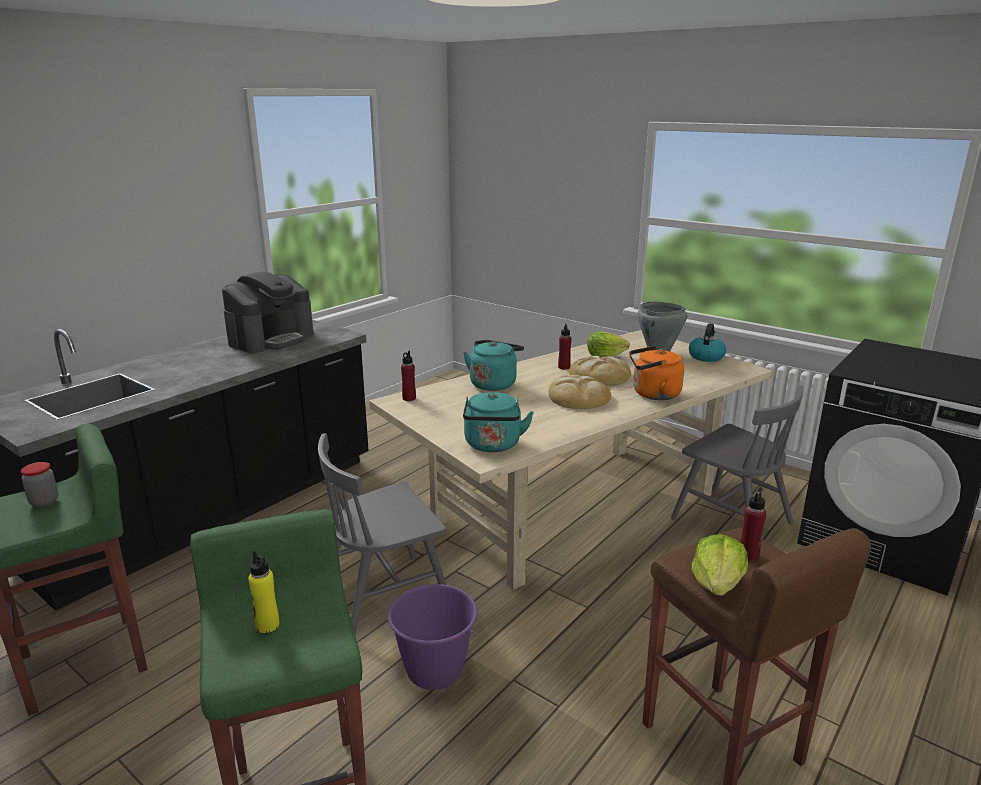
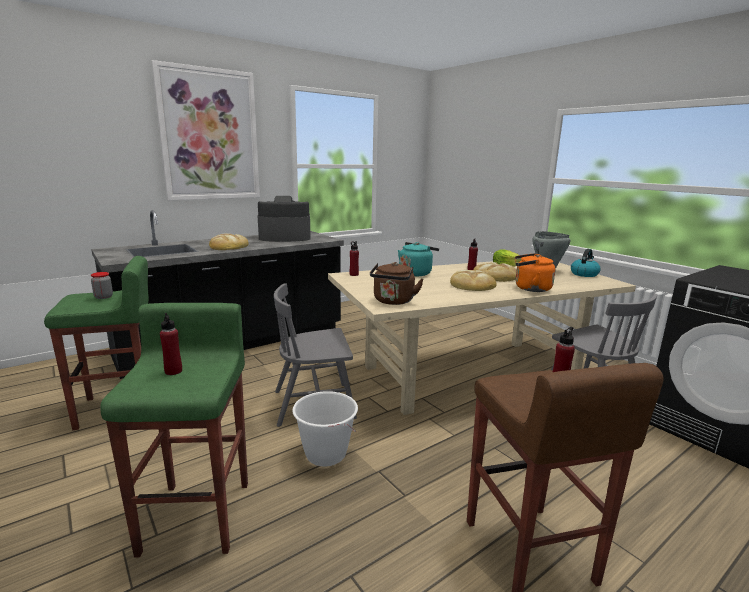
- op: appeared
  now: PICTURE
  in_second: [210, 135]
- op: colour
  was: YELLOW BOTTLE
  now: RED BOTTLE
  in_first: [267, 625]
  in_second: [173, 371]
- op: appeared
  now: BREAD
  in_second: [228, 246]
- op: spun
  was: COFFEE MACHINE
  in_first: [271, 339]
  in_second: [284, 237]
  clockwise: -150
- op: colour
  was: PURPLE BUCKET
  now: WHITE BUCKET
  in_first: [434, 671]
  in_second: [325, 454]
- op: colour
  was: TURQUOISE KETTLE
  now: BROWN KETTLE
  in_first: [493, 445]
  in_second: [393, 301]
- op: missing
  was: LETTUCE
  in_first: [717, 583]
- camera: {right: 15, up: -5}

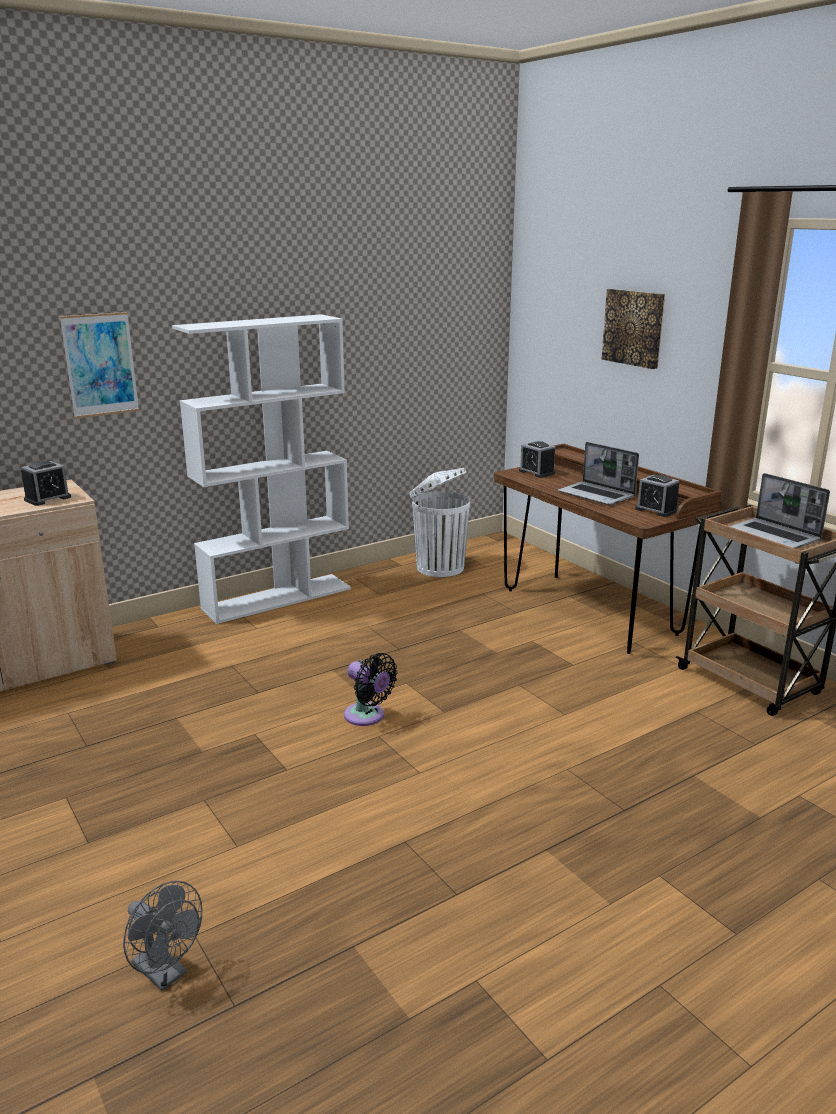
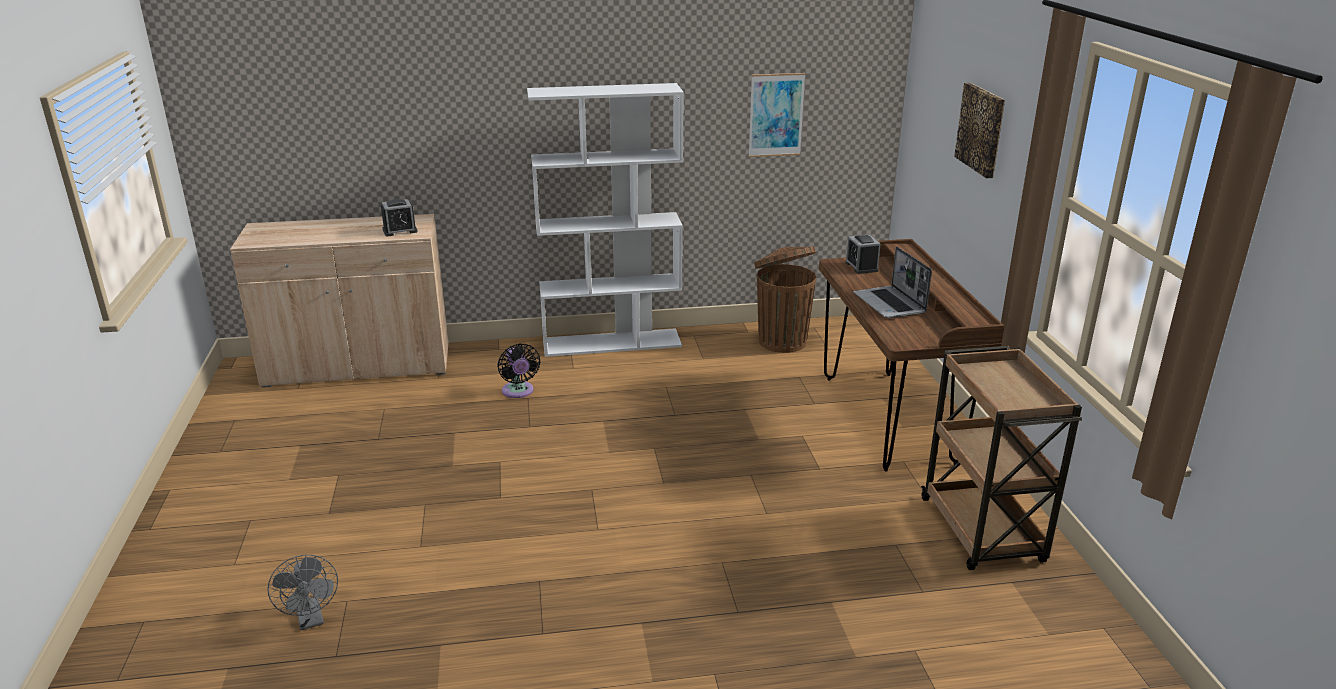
- op: relocated
  was: BLACK FAN
  in_first: [367, 717]
  in_second: [518, 392]
- op: relocated
  was: PICTURE
  in_first: [100, 365]
  in_second: [776, 115]
- op: colour
  was: WHITE TRASH CAN
  now: BROWN TRASH CAN
  in_first: [438, 567]
  in_second: [781, 341]
- op: missing
  was: ALARM CLOCK
  in_first: [656, 510]
- op: missing
  was: LAPTOP
  in_first: [774, 536]
- camera: {right: 25, up: 5}

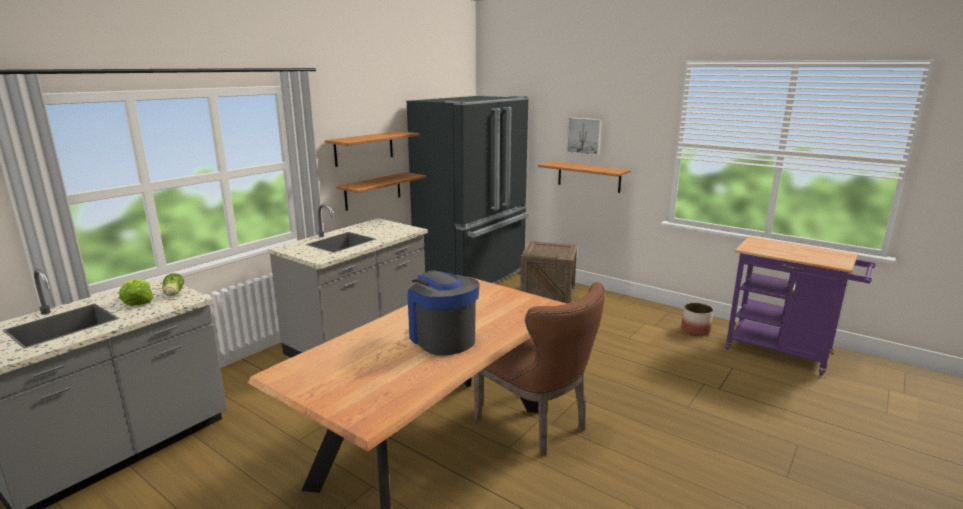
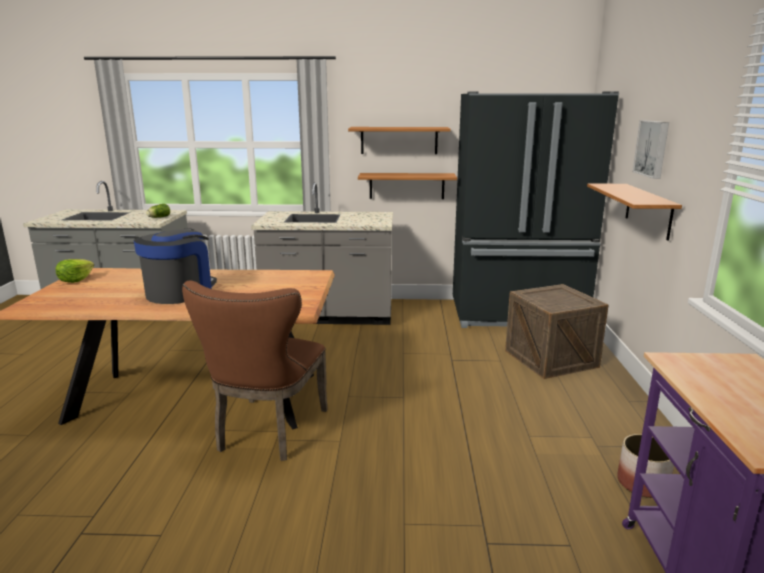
- op: relocated
  was: LETTUCE
  in_first: [138, 302]
  in_second: [75, 280]
- camera: {right: 55, up: 0}

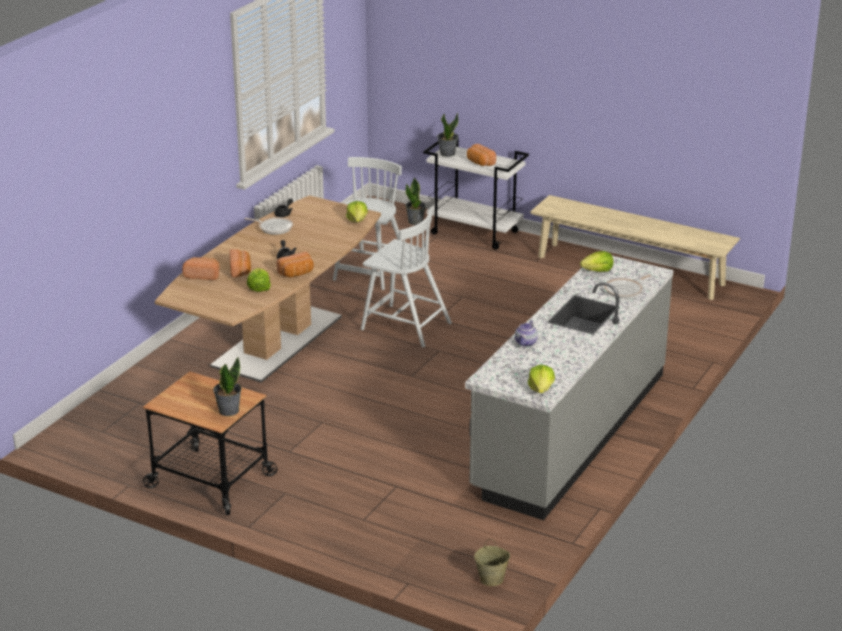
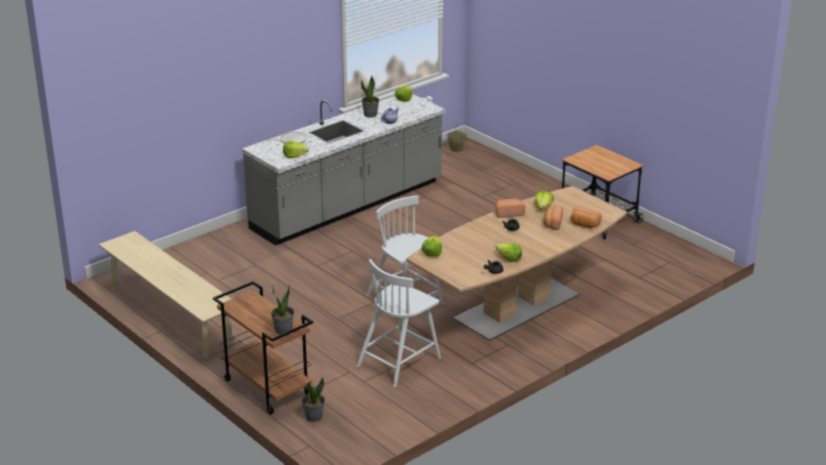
- op: colour
  was: WHITE CART
  now: BROWN CART
  in_first: [475, 233]
  in_second: [266, 388]
- op: relocated
  was: POTTED PLANT
  in_first: [228, 410]
  in_second: [370, 114]
- op: exchanged
  was: FRYING PAN
  now: LETTUCE
  in_first: [274, 228]
  in_second: [509, 258]
- op: missing
  was: BREAD
  in_first: [479, 163]
- camera: {right: -160, up: 0}

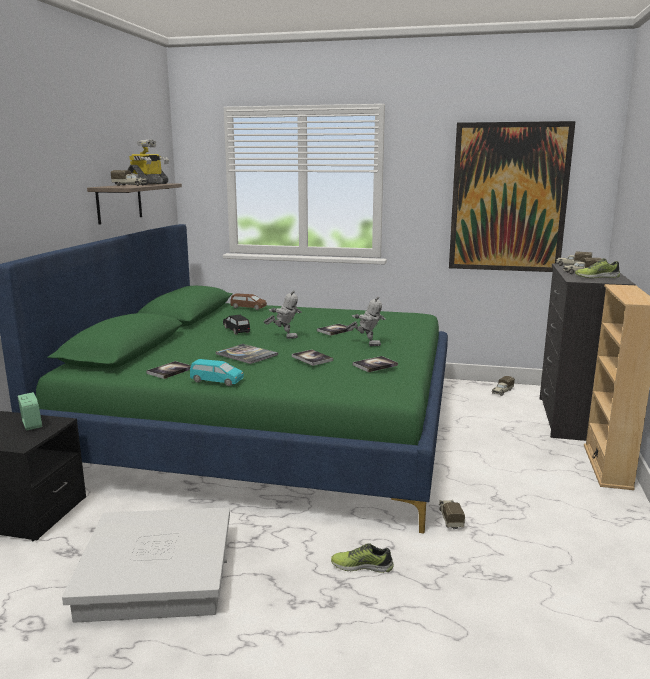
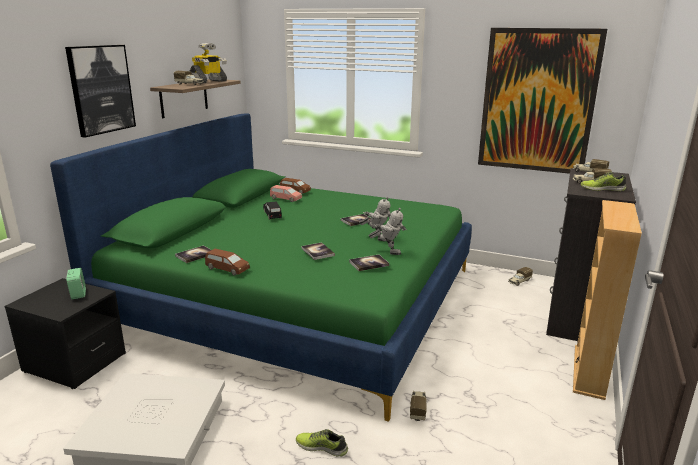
- op: appeared
  now: PICTURE
  in_second: [101, 89]
- op: colour
  was: TURQUOISE TOY CAR
  now: BROWN TOY CAR
  in_first: [216, 381]
  in_second: [227, 269]
- op: appeared
  now: PINK TOY CAR
  in_second: [285, 199]
- op: relocated
  was: TOY ROBOT
  in_first: [284, 337]
  in_second: [388, 251]
- op: missing
  was: BOOK
  in_first: [246, 355]
- camera: {right: 10, up: 5}

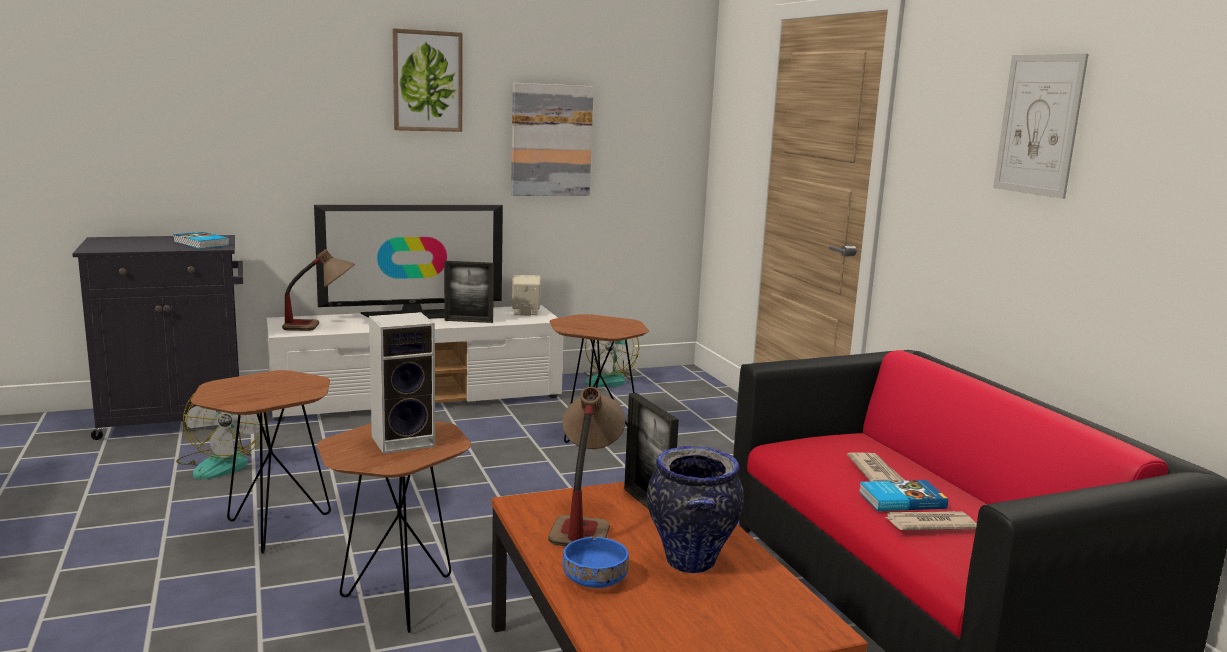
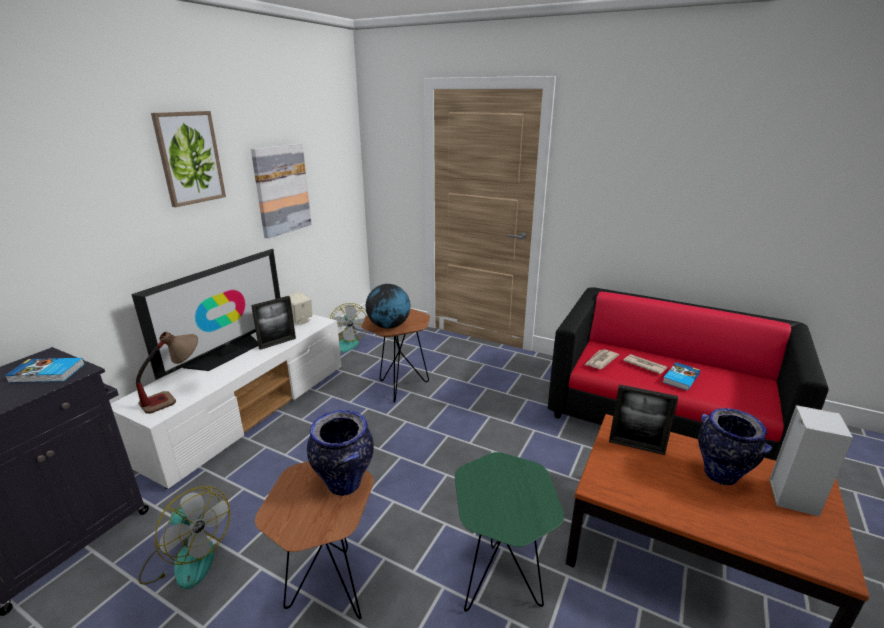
- op: appeared
  now: VASE
  in_second: [345, 485]
- op: appeared
  now: GLOBE
  in_second: [389, 326]
- op: colour
  was: BROWN SIDE TABLE
  now: GREEN SIDE TABLE
  in_first: [397, 602]
  in_second: [499, 589]
- op: relocated
  was: NEWSPAPER
  in_first: [928, 524]
  in_second: [600, 361]
- op: relocated
  was: SPEAKER
  in_first: [405, 440]
  in_second: [791, 495]
- op: missing
  was: TABLE LAMP
  in_first: [584, 520]
- op: missing
  was: BLUE BOWL
  in_first: [594, 580]
- op: missing
  was: PICTURE
  in_first: [1039, 125]
- camera: {right: -40, up: 10}

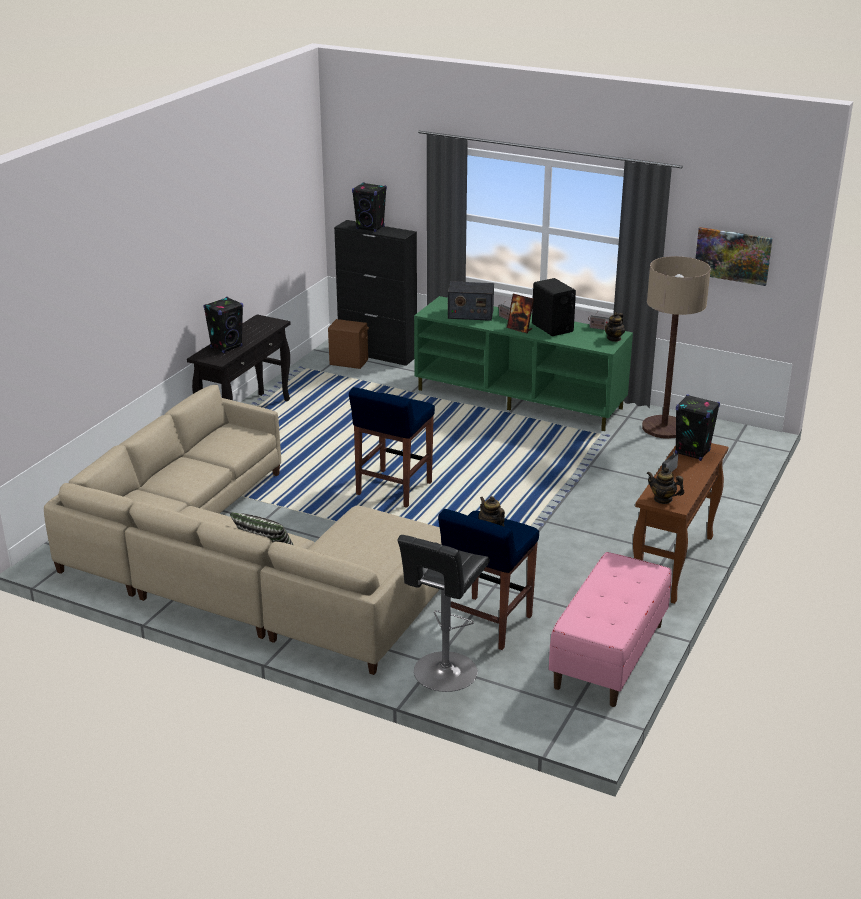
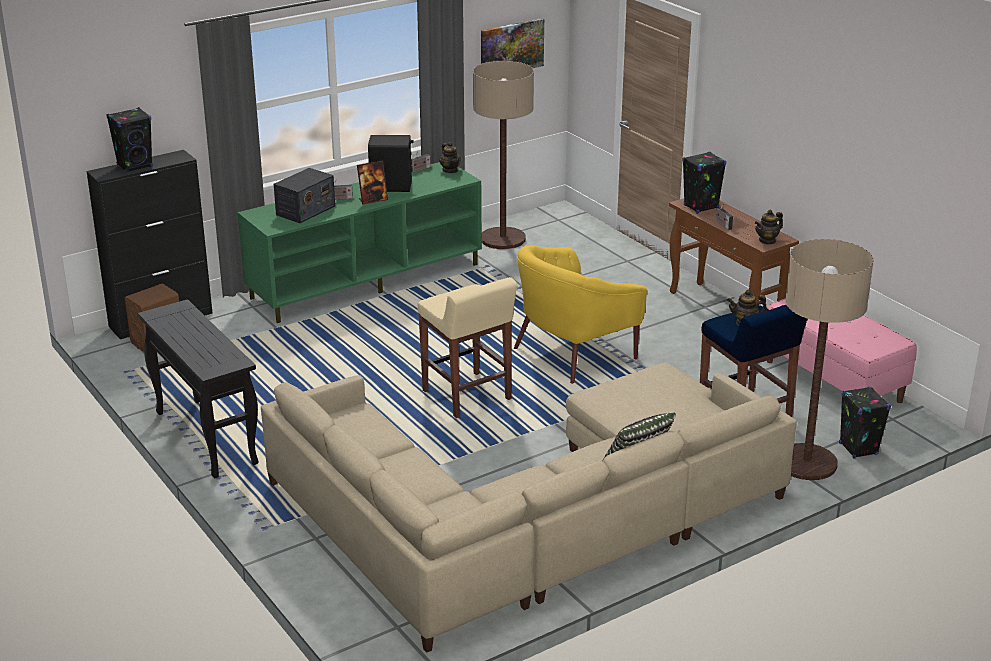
- op: colour
  was: BLUE STOOL
  now: BEIGE STOOL
  in_first: [393, 489]
  in_second: [467, 396]
- op: appeared
  now: YELLOW ARMCHAIR
  in_second: [573, 353]
- op: exchanged
  was: BLACK STOOL
  now: FLOOR LAMP
  in_first: [443, 674]
  in_second: [806, 463]
- op: relocated
  was: BLACK SPEAKER
  in_first: [226, 347]
  in_second: [858, 448]
- camera: {right: -60, up: 0}

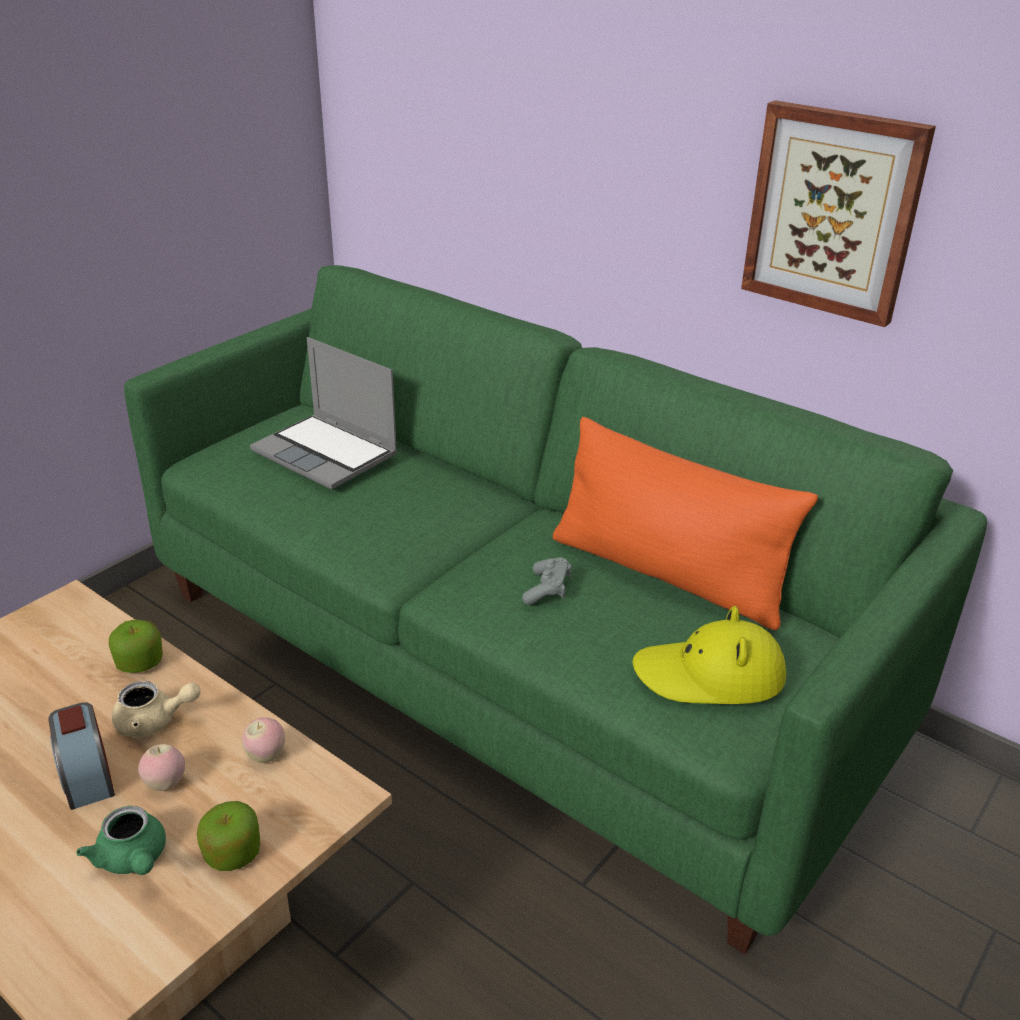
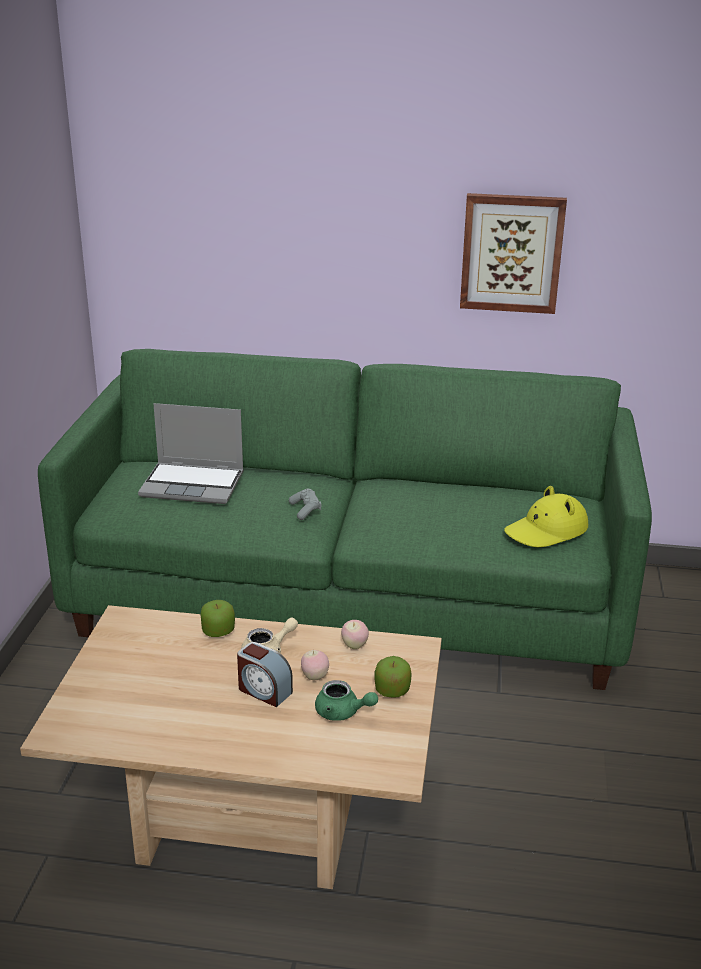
- op: relocated
  was: GREY GAME CONTROLLER
  in_first: [547, 590]
  in_second: [305, 510]
- op: missing
  was: ORANGE PILLOW
  in_first: [667, 574]
- camera: {right: -30, up: -5}

